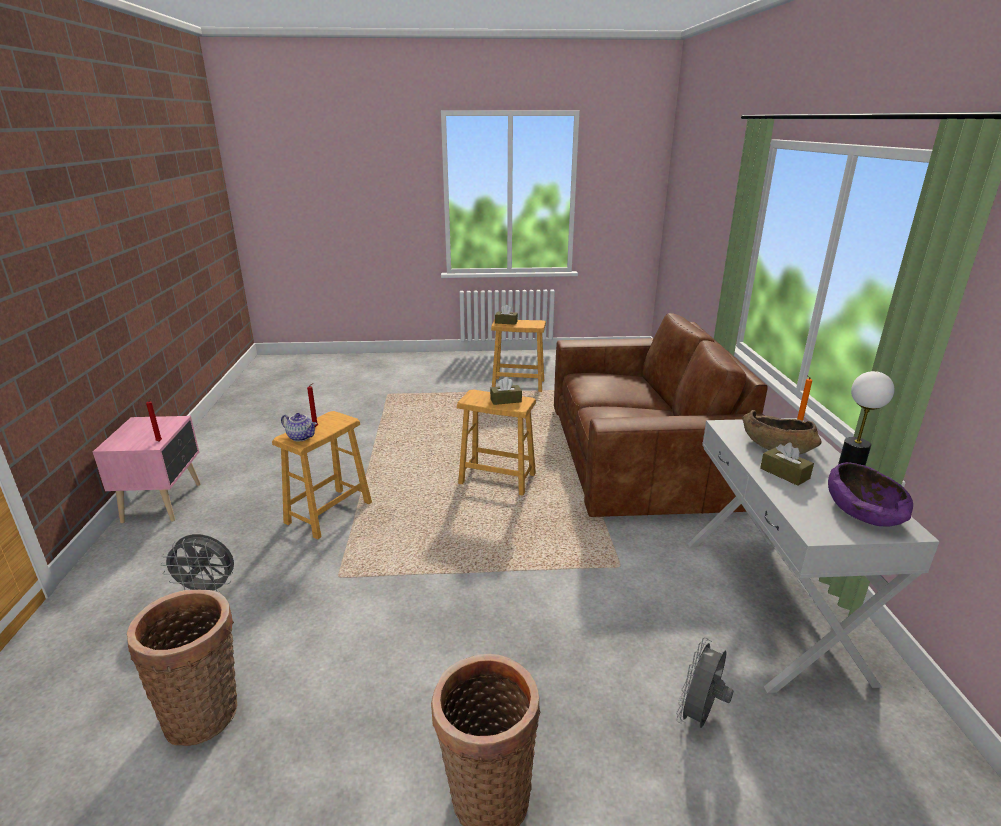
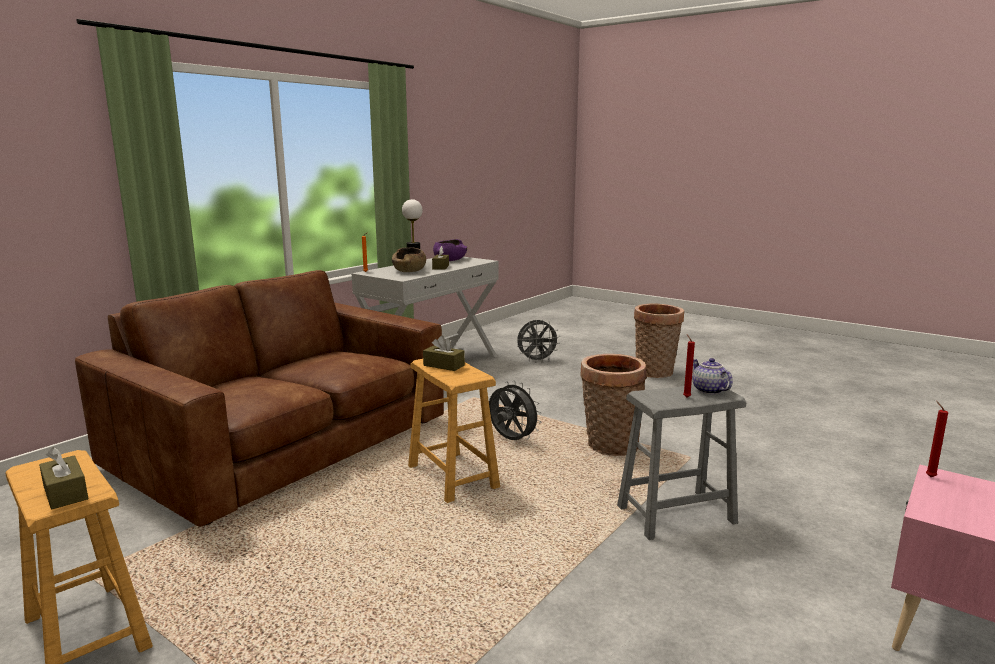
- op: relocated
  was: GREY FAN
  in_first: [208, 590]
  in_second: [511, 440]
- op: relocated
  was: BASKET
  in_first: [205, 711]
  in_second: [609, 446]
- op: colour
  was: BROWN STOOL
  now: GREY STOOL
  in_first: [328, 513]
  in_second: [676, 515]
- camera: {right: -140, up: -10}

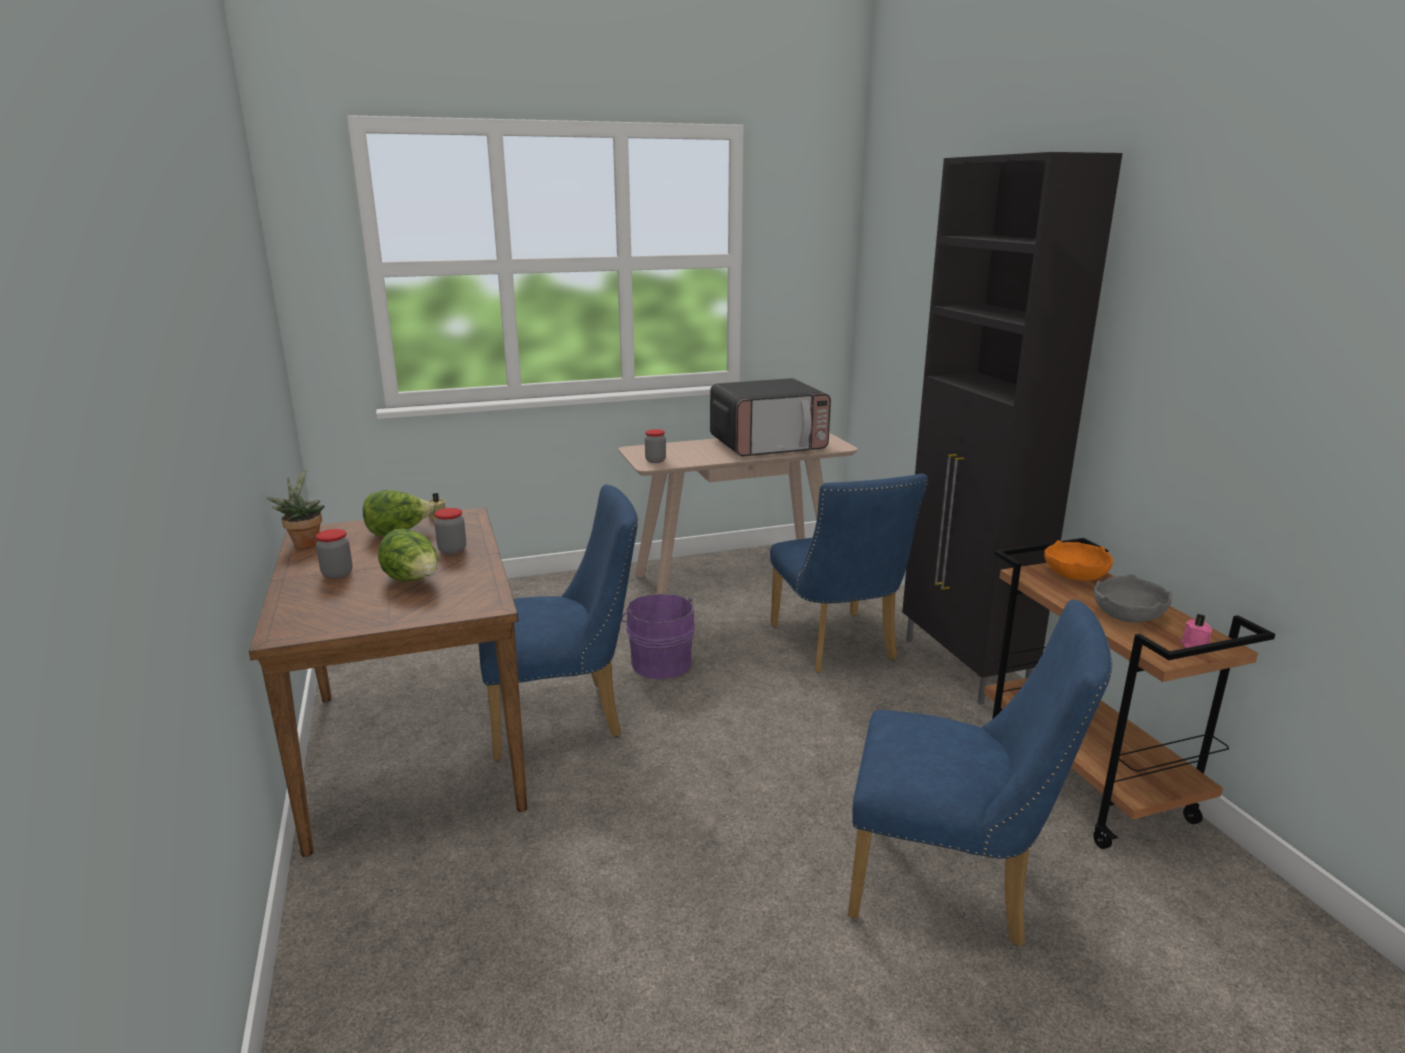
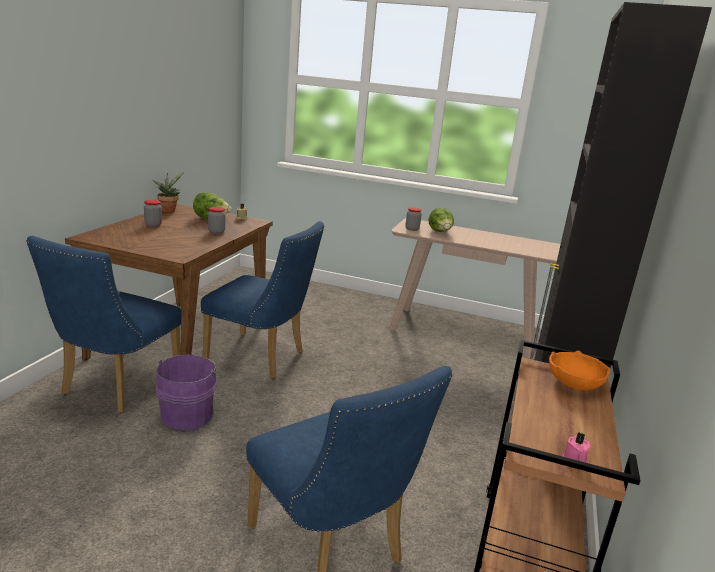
- op: relocated
  was: BLUE CHAIR
  in_first: [837, 647]
  in_second: [115, 387]
- op: relocated
  was: PURPLE BUCKET
  in_first: [660, 662]
  in_second: [188, 413]
- op: relocated
  was: LETTUCE
  in_first: [413, 581]
  in_second: [440, 232]
- op: missing
  was: MICROWAVE
  in_first: [768, 445]
- op: missing
  was: GREY BOWL
  in_first: [1126, 616]
- camera: {right: 35, up: 0}

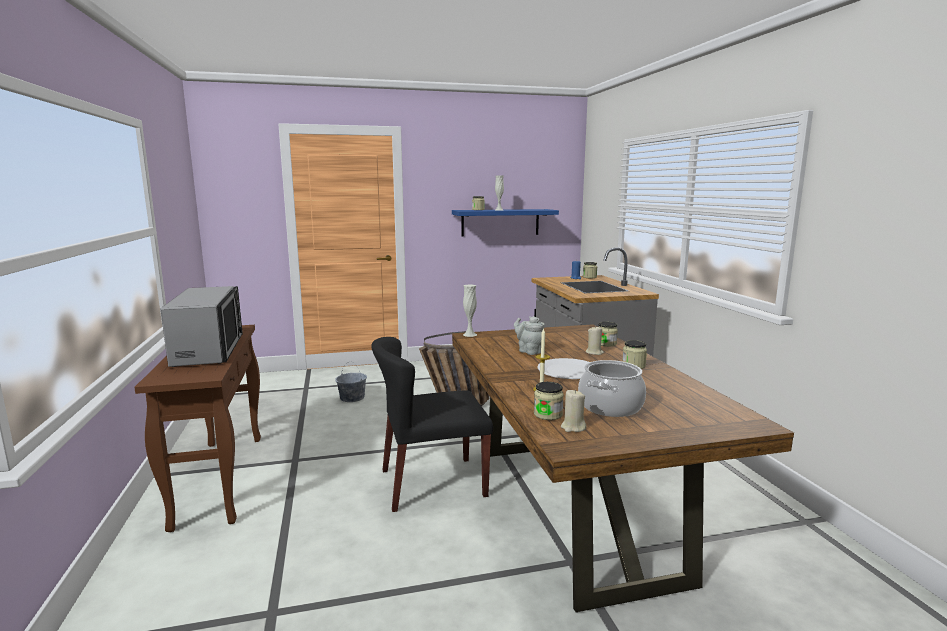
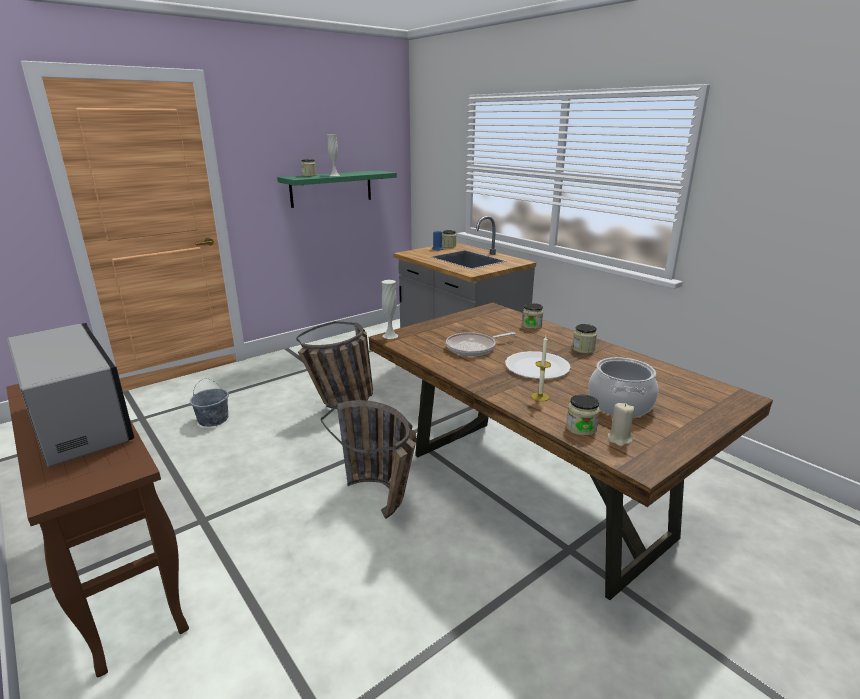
- op: colour
  was: BLUE SHELF
  now: GREEN SHELF
  in_first: [500, 222]
  in_second: [331, 188]
- op: exchanged
  was: BLACK CHAIR
  now: BASKET
  in_first: [432, 483]
  in_second: [383, 504]
- op: exchanged
  was: GREY TEAPOT
  now: FRYING PAN
  in_first: [529, 351]
  in_second: [473, 348]
- op: missing
  was: BEIGE CANDLE
  in_first: [594, 352]
- camera: {right: -25, up: 10}

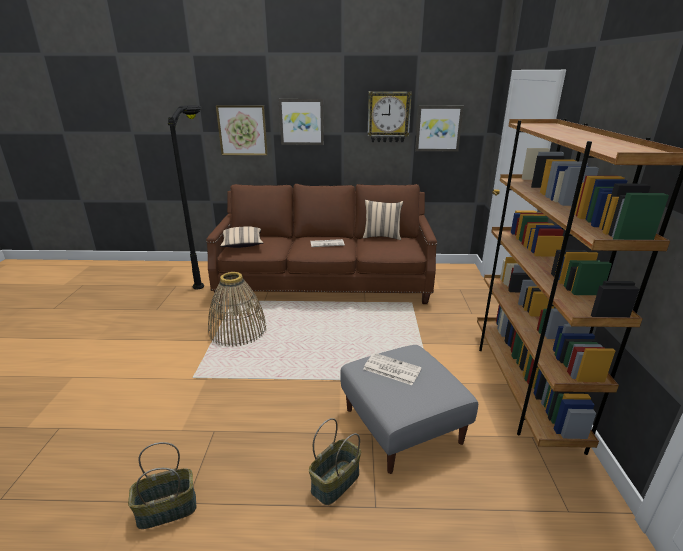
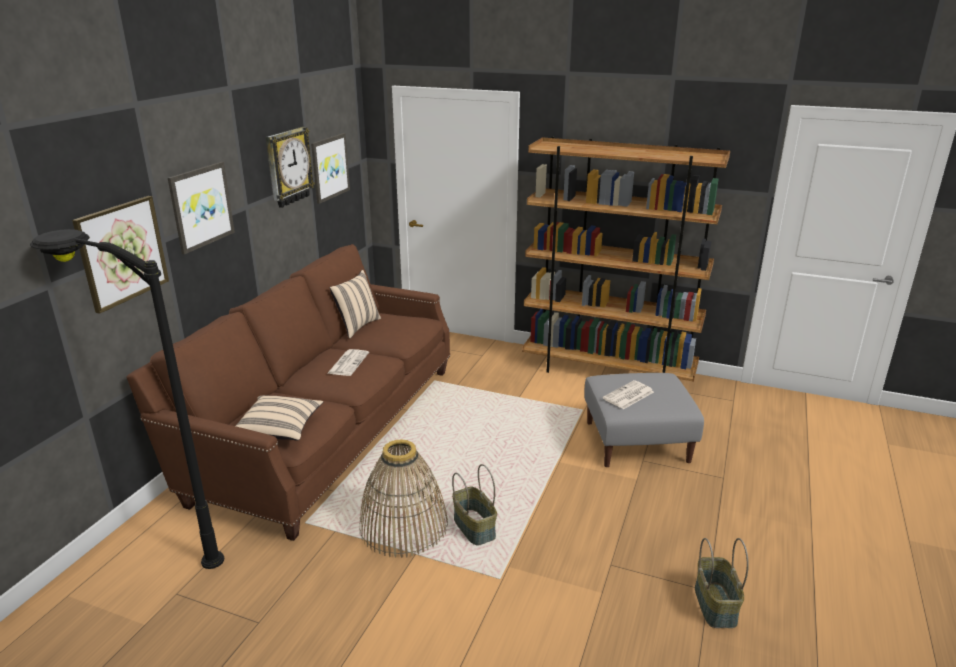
- op: relocated
  was: BASKET
  in_first: [336, 483]
  in_second: [475, 528]
- camera: {right: -70, up: 0}

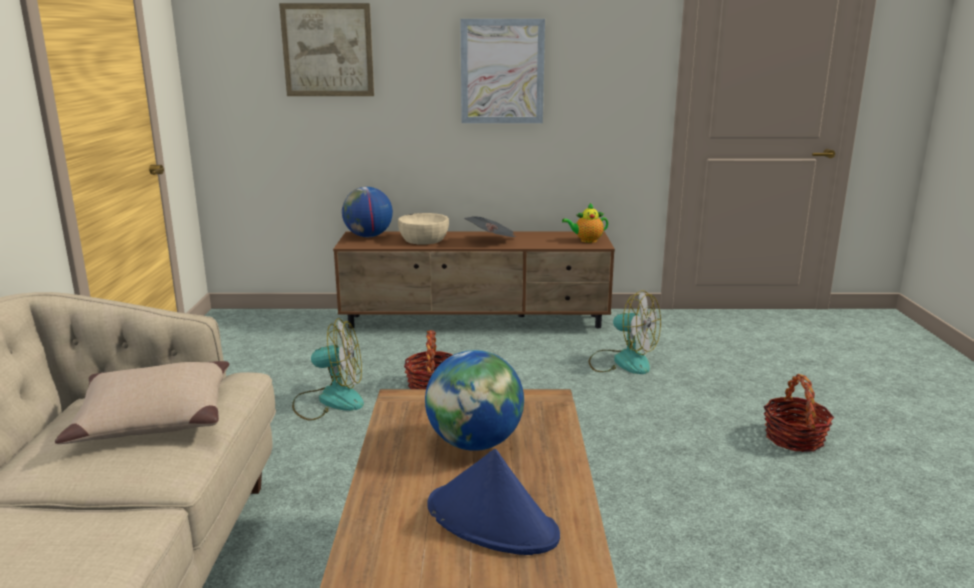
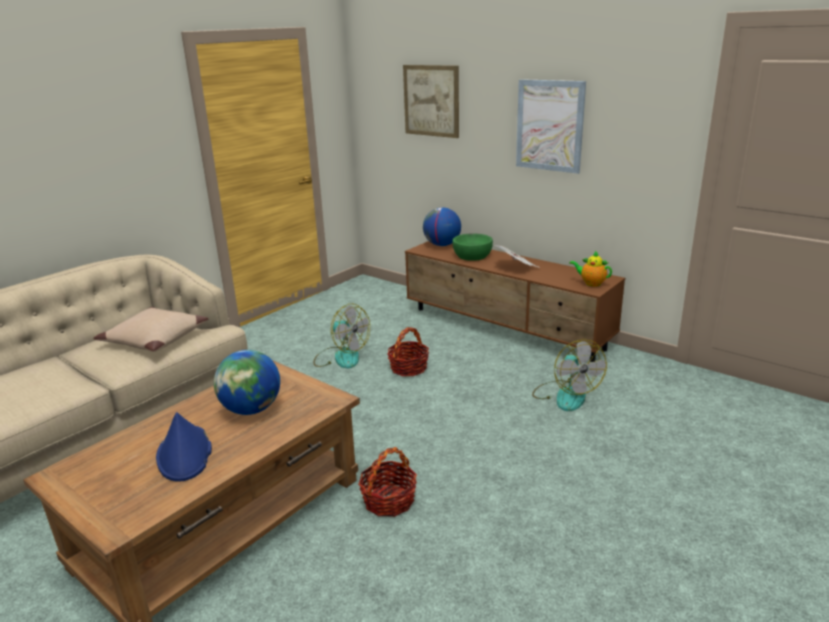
- op: relocated
  was: BASKET
  in_first: [794, 438]
  in_second: [389, 501]
- op: colour
  was: BEIGE BOWL
  now: GREEN BOWL
  in_first: [423, 239]
  in_second: [472, 255]
- camera: {right: 40, up: 5}

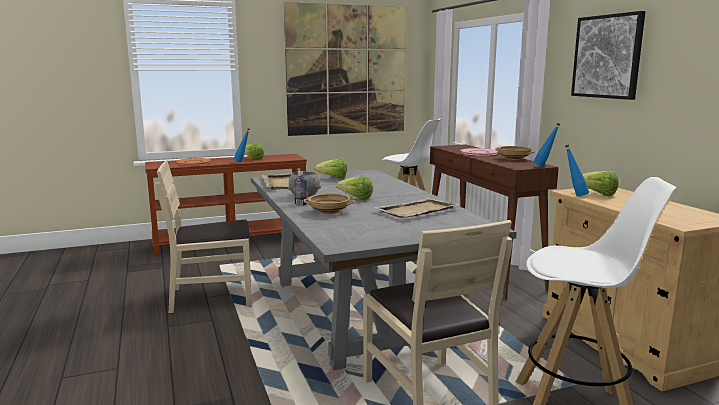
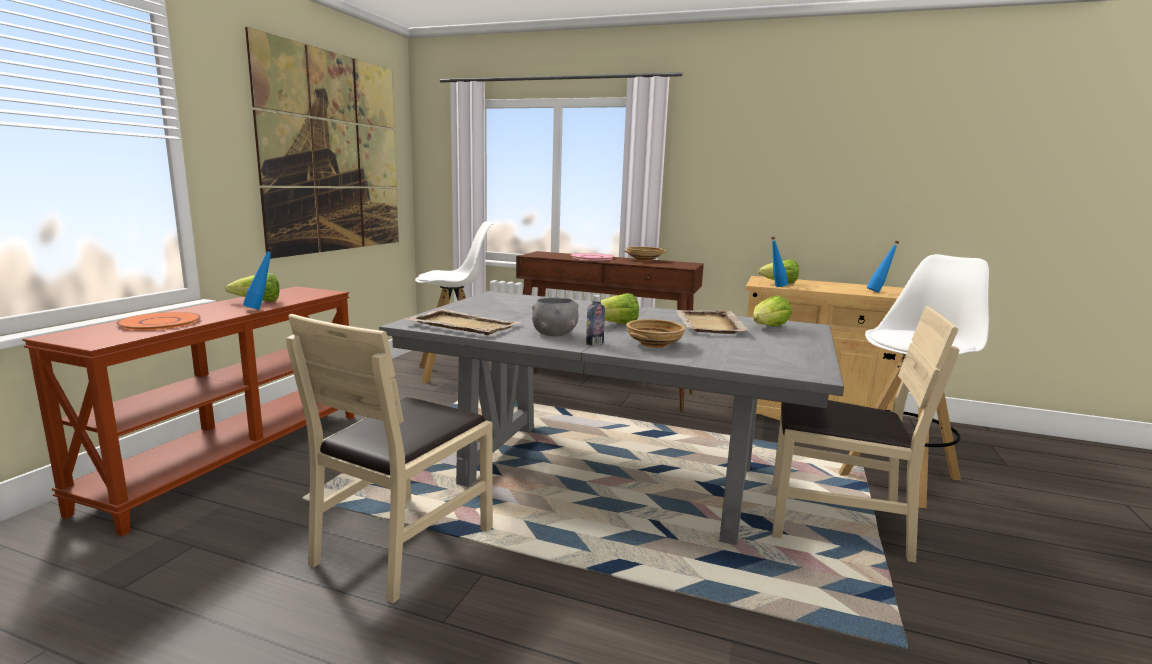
- op: relocated
  was: LETTUCE
  in_first: [333, 178]
  in_second: [768, 327]
- op: relocated
  was: BLUE BOTTLE
  in_first: [544, 166]
  in_second: [879, 292]
- op: missing
  was: PICTURE
  in_first: [607, 56]
- camera: {right: -50, up: 0}

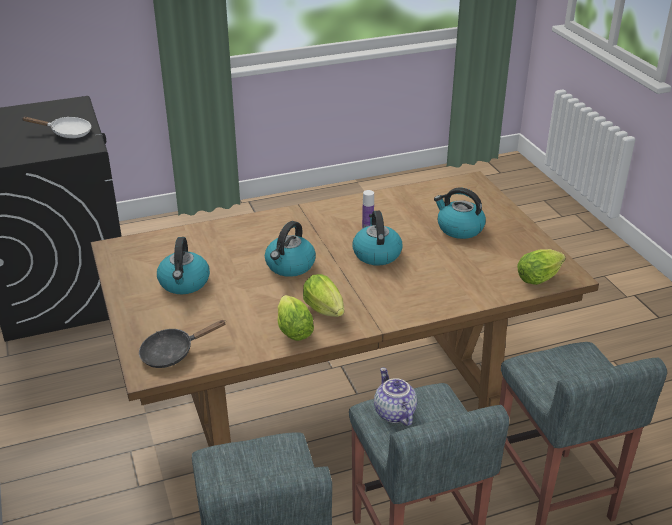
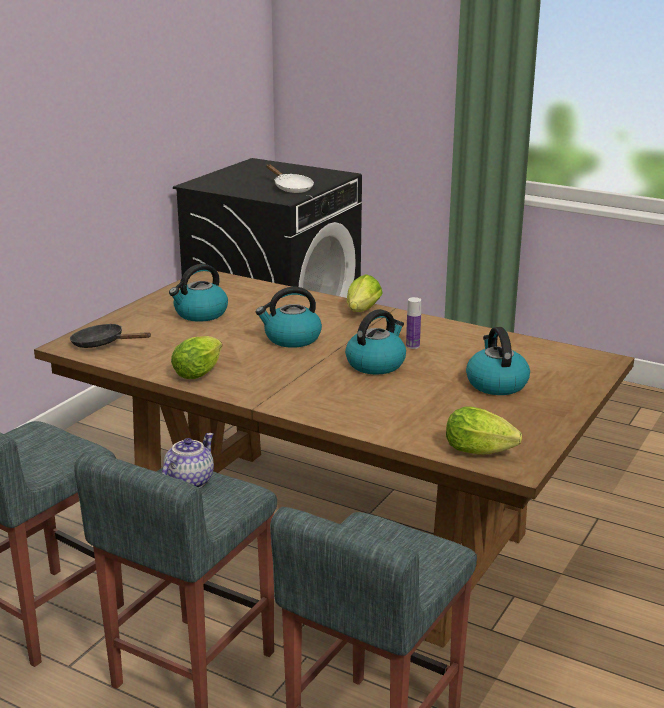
- op: relocated
  was: LETTUCE
  in_first: [326, 311]
  in_second: [361, 312]
- camera: {right: 50, up: -10}

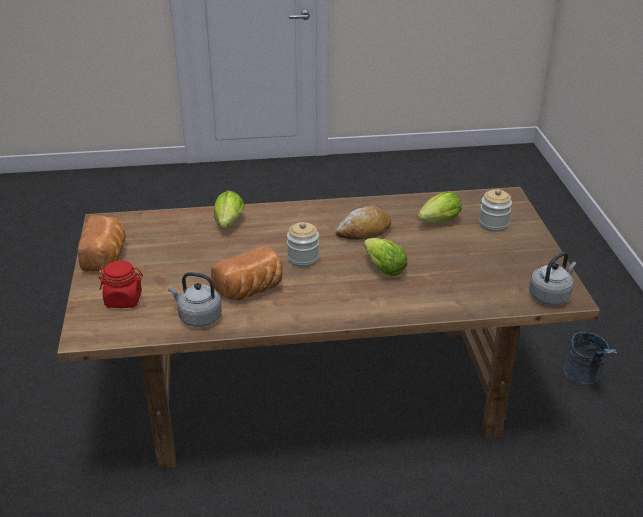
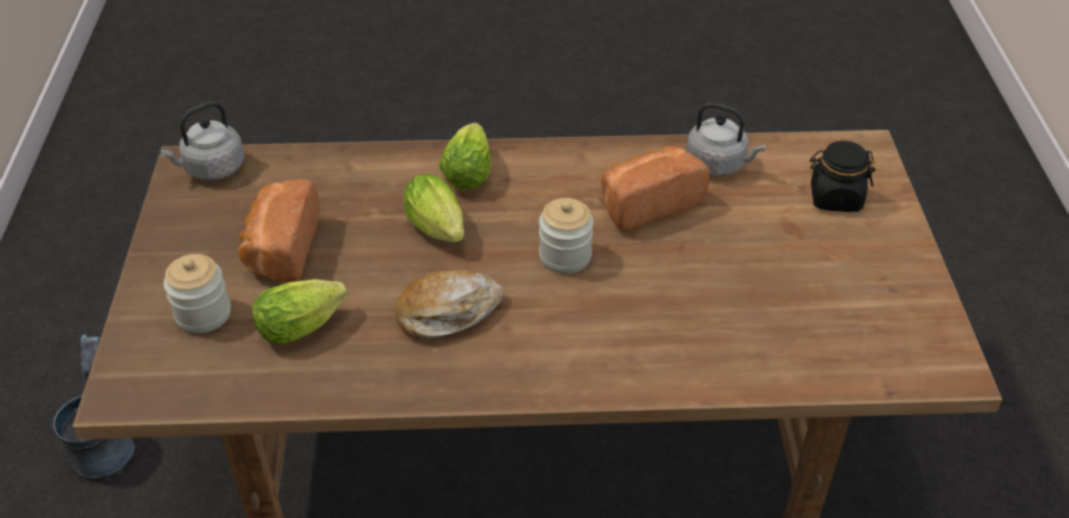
- op: relocated
  was: BREAD
  in_first: [106, 257]
  in_second: [281, 249]
- op: relocated
  was: LETTUCE
  in_first: [228, 225]
  in_second: [469, 171]
- op: colour
  was: RED JAR
  now: BLACK JAR
  in_first: [124, 300]
  in_second: [835, 198]
- camera: {right: -175, up: 10}

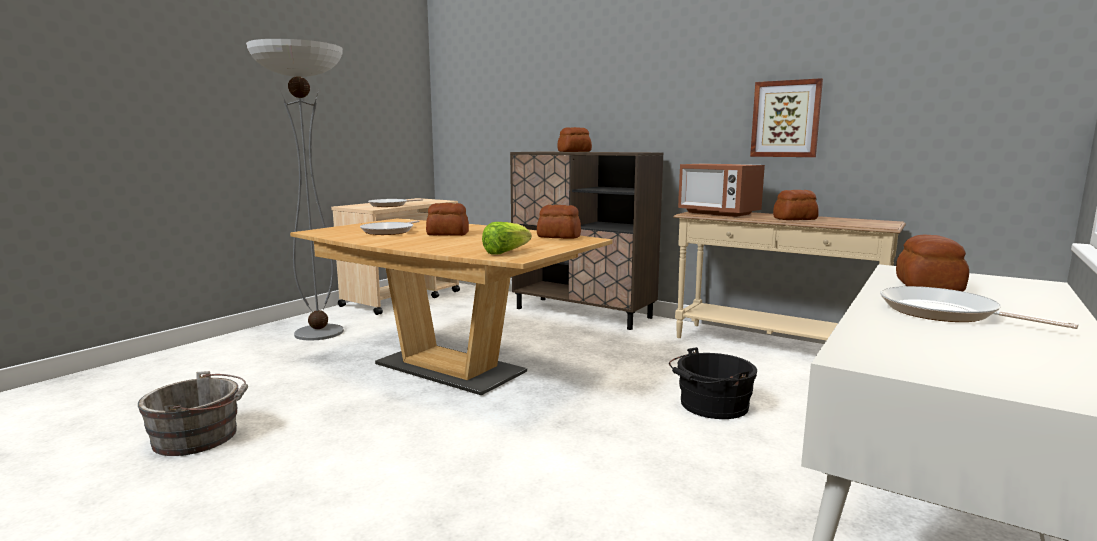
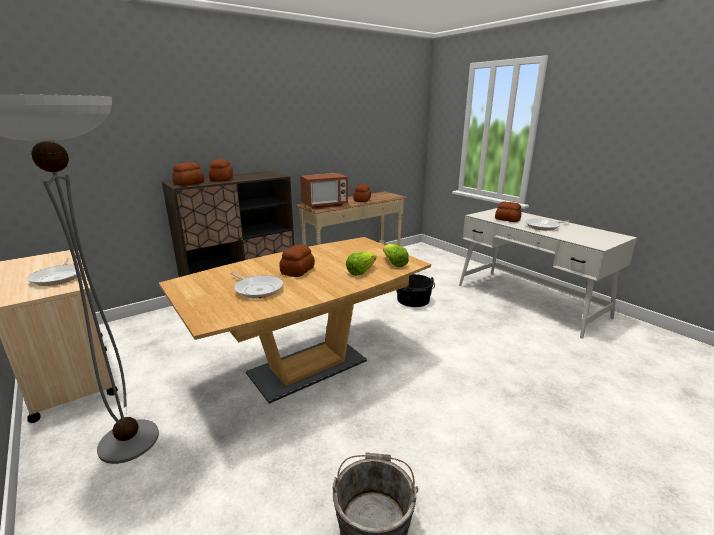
- op: relocated
  was: BREAD
  in_first: [558, 236]
  in_second: [188, 183]
- op: appeared
  now: LETTUCE
  in_second: [361, 271]
- op: missing
  was: PICTURE
  in_first: [786, 119]
- camera: {right: -70, up: 10}

